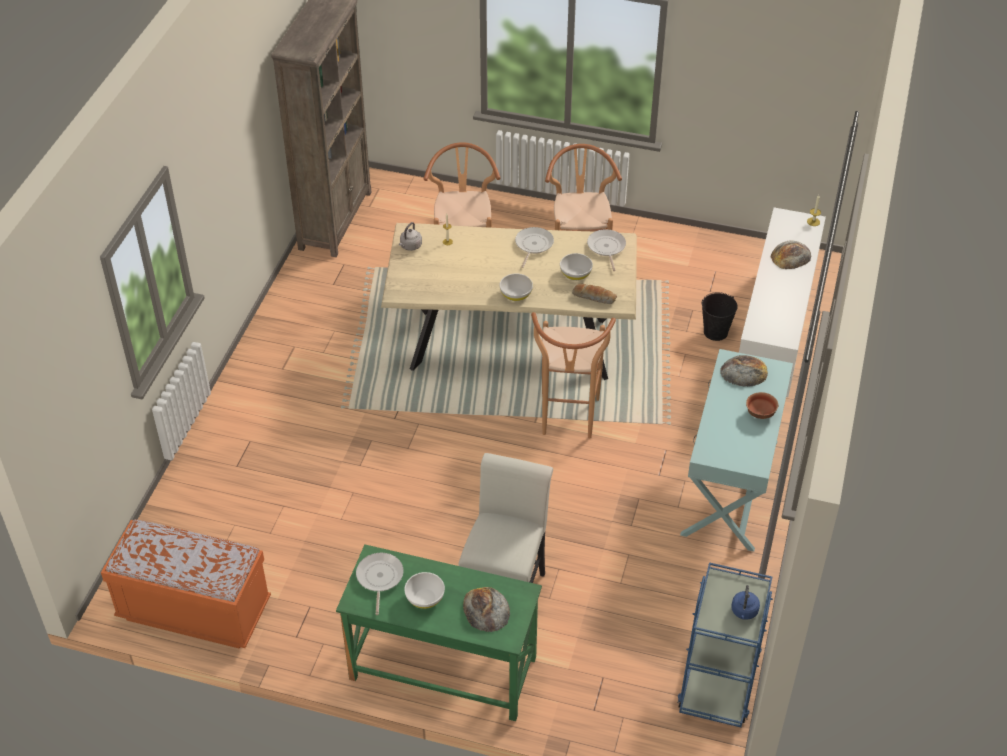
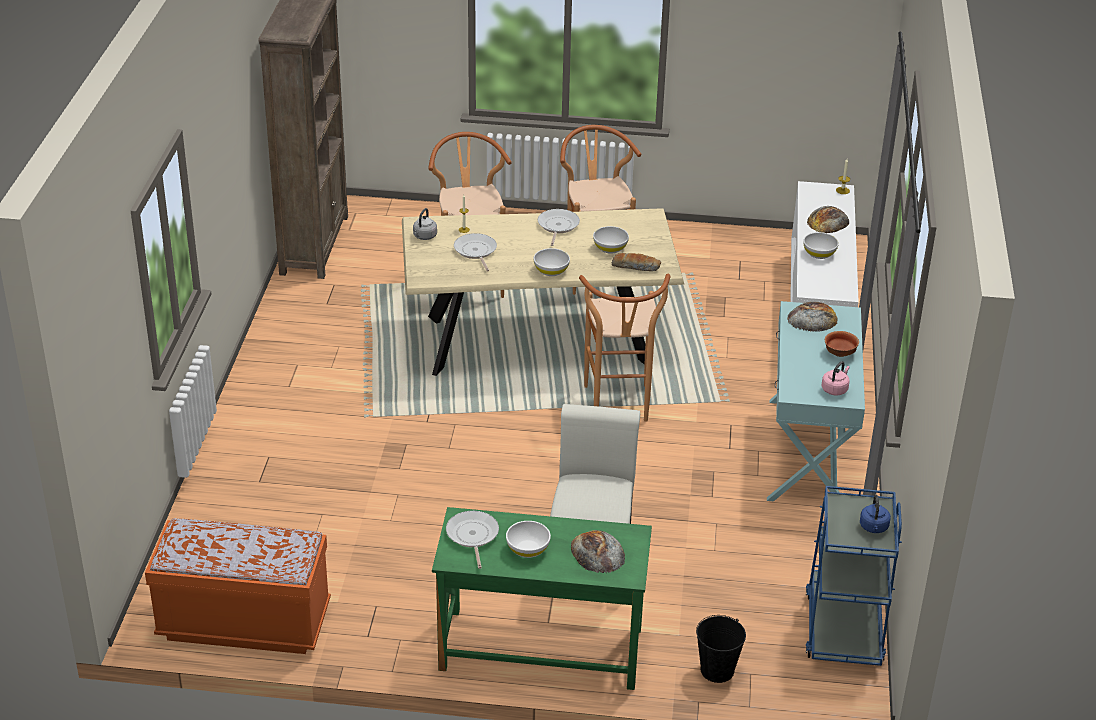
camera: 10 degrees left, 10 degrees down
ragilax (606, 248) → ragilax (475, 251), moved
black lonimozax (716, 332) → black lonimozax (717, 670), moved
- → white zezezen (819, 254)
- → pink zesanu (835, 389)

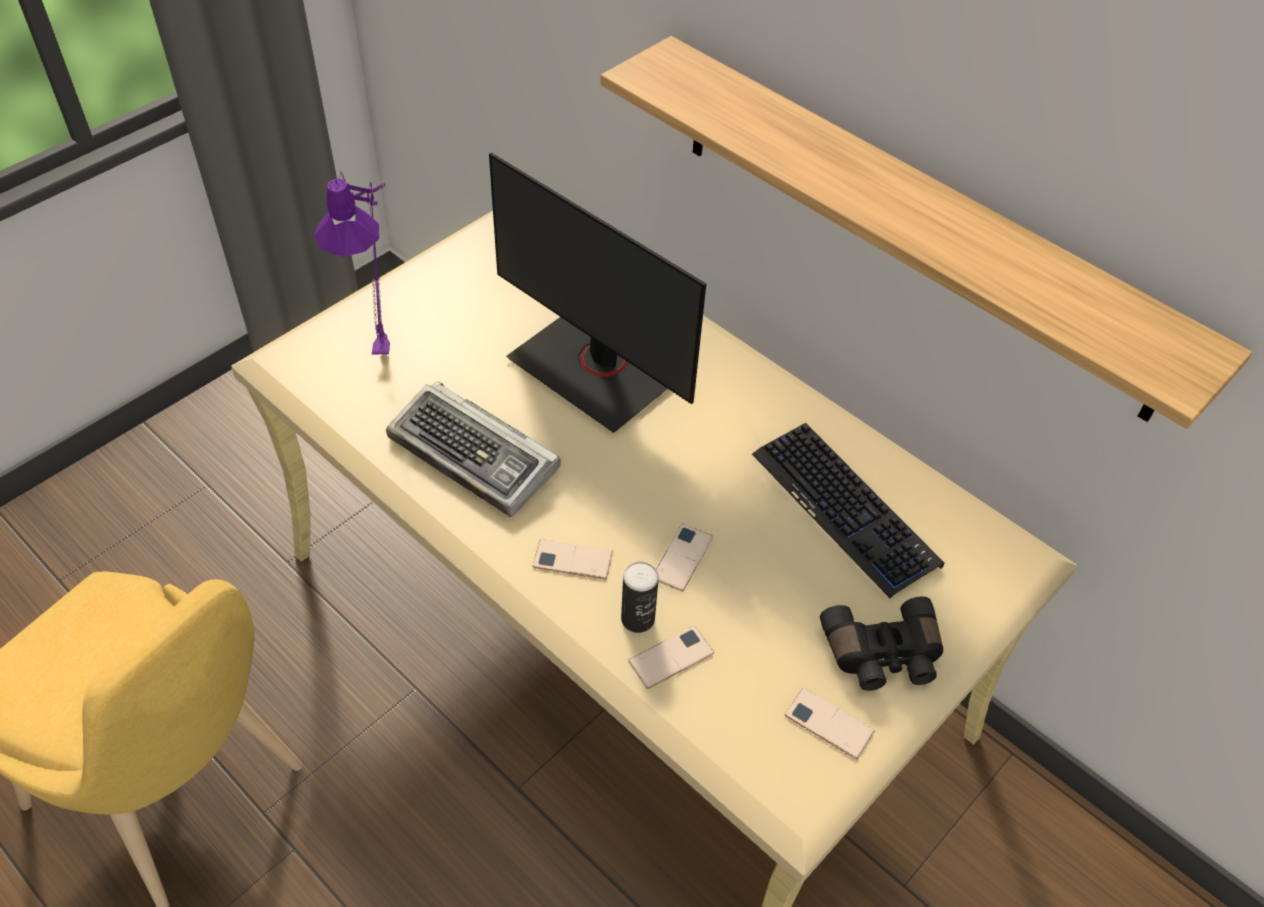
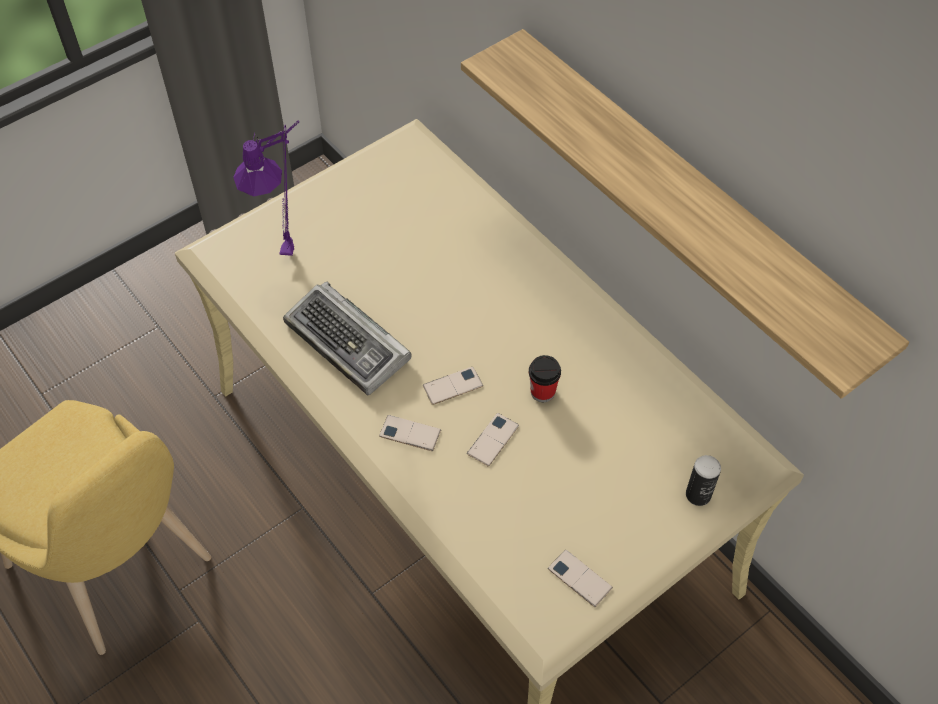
camera: 10 degrees right, 5 degrees up
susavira (595, 369) → -
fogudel (637, 618) → fogudel (698, 494), moved
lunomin (671, 657) → lunomin (452, 386), moved
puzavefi (845, 509) → -
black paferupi (882, 656) → -
- → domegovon (542, 392)

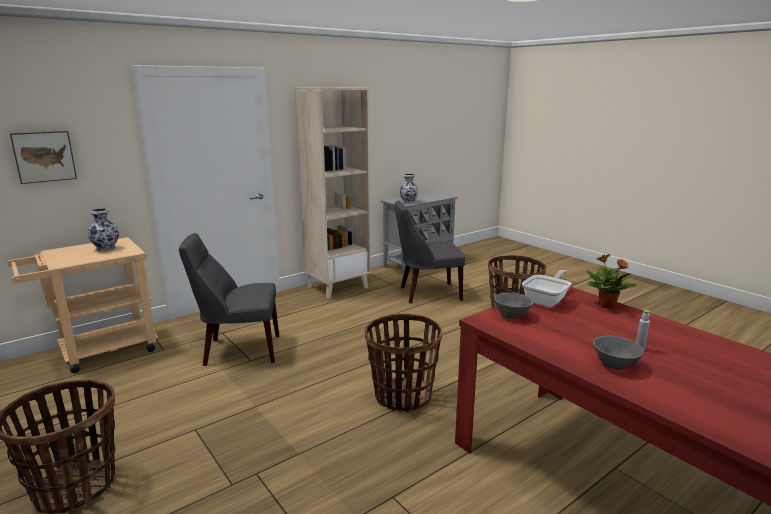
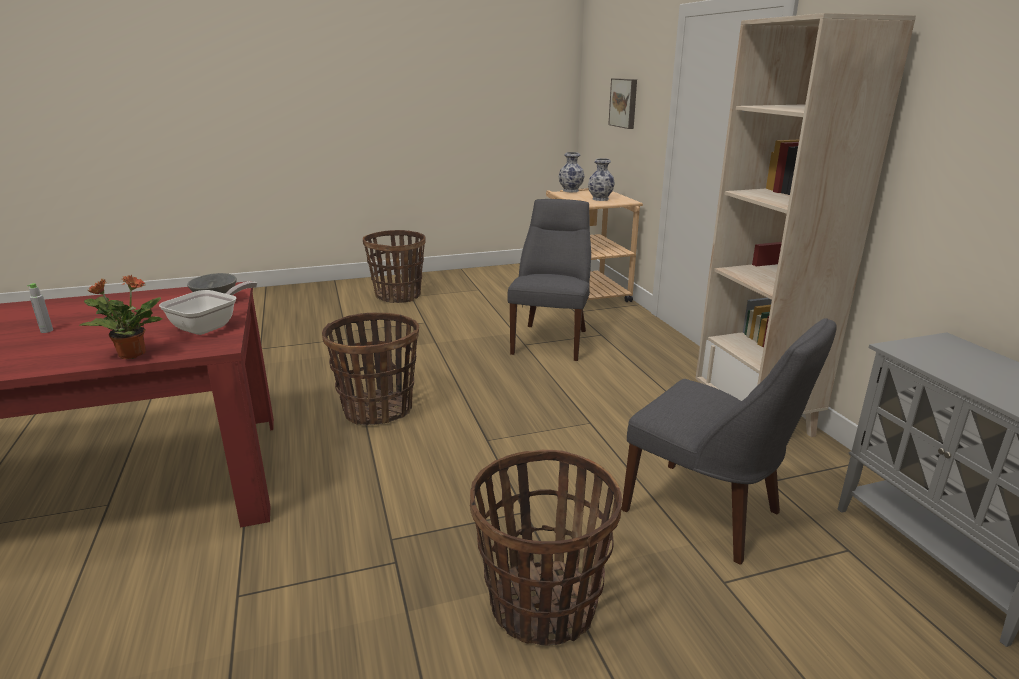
camera: 110 degrees right, 5 degrees up
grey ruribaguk (427, 293) → grey ruribaguk (708, 513), 120 degrees clockwise
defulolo (408, 202) → defulolo (571, 190), moved
ragilax (547, 300) → ragilax (211, 326), 120 degrees counterclockwise
grey zezezen (615, 366) → -

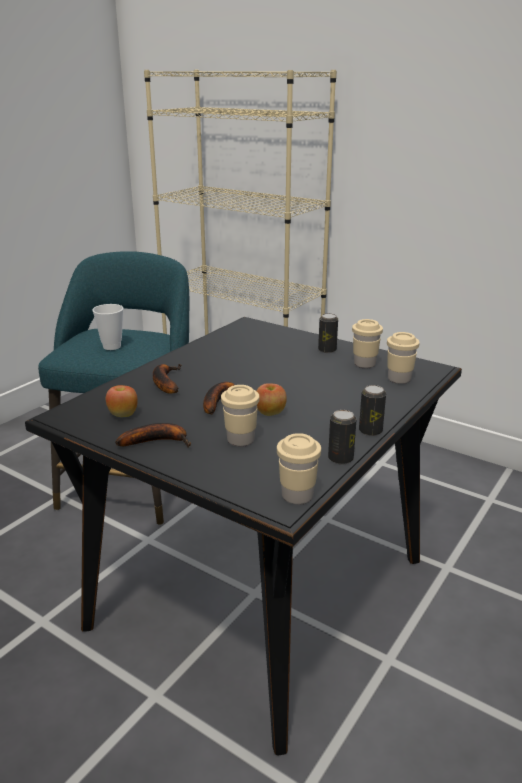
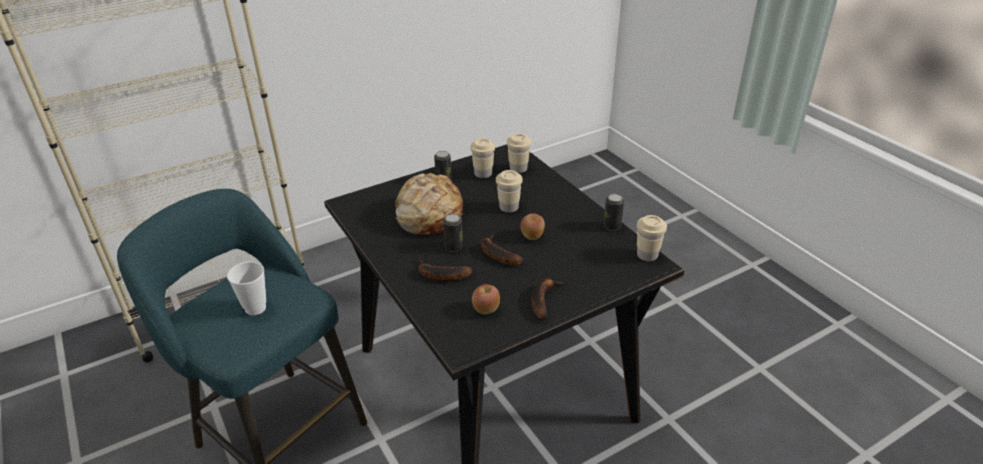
camera: 65 degrees left, 10 degrees up
beige domegovon (240, 440) → beige domegovon (509, 207), moved
fogudel (370, 431) → fogudel (454, 247), moved
- → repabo (429, 215)

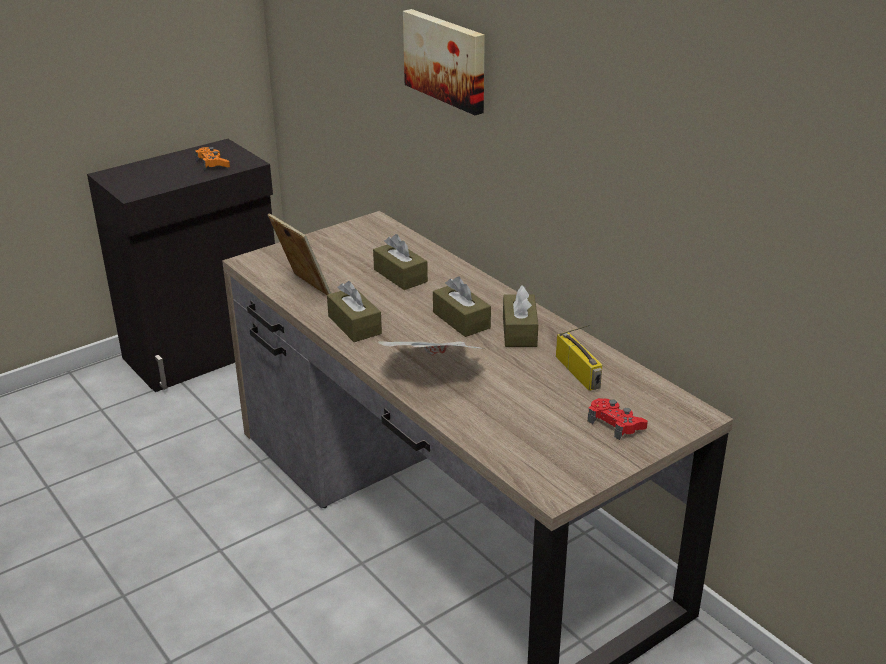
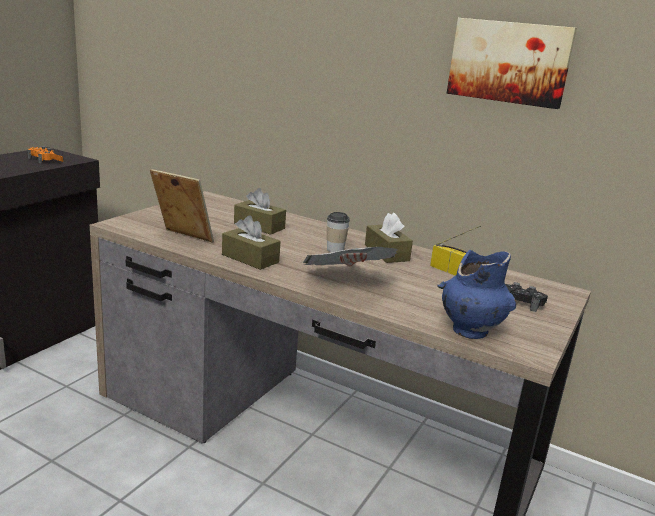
camera: 25 degrees left, 10 degrees down
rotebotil (447, 60) → rotebotil (509, 62), moved
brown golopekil (461, 320) → domegovon (335, 249)
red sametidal (615, 424) → black sametidal (520, 302)
- → blue defulolo (469, 330)

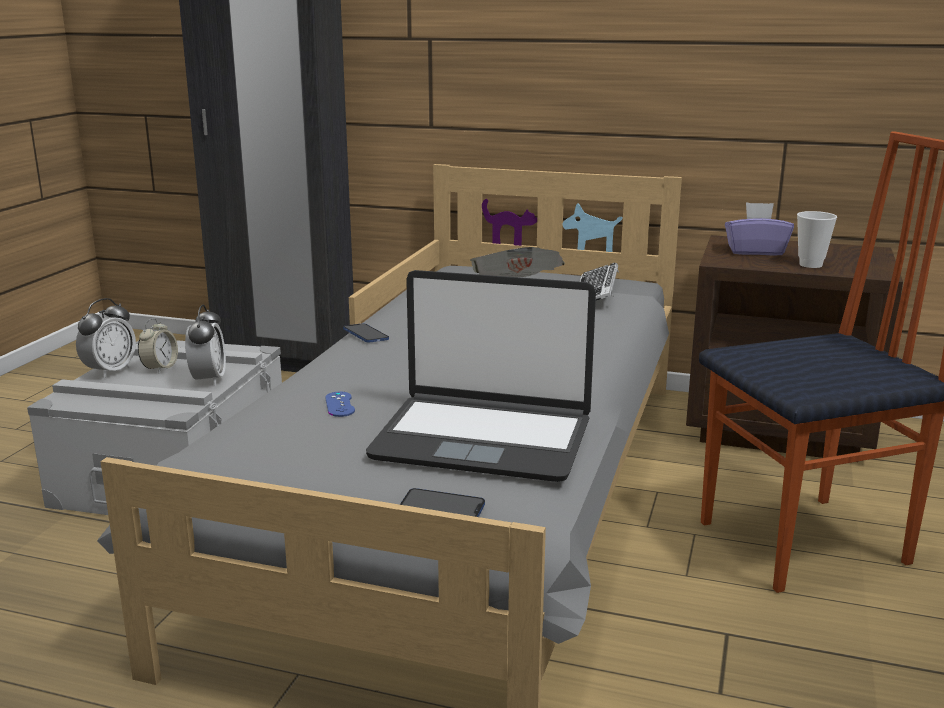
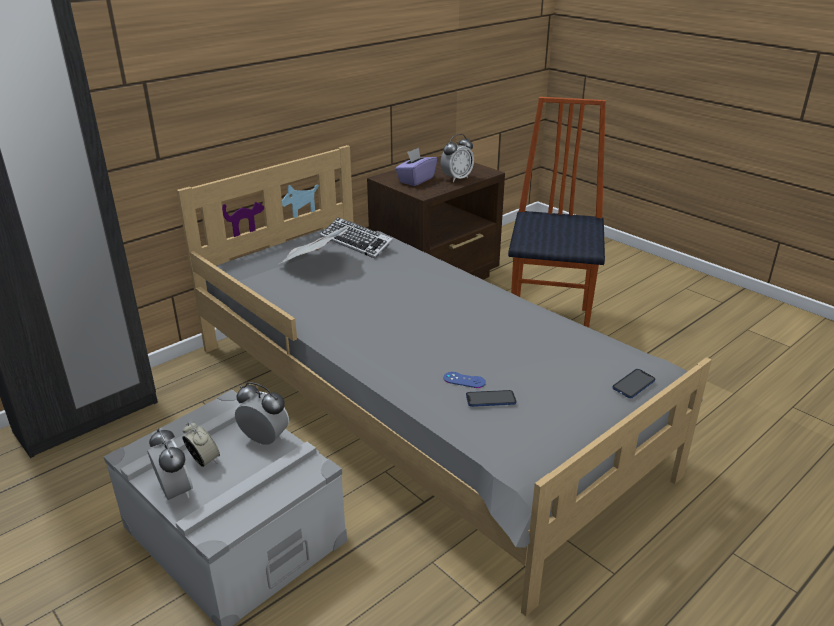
camera: 60 degrees left, 10 degrees up
lunomin (365, 334) → lunomin (490, 399), moved
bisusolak (483, 439) → -
domegovon (810, 265) → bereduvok (456, 178)

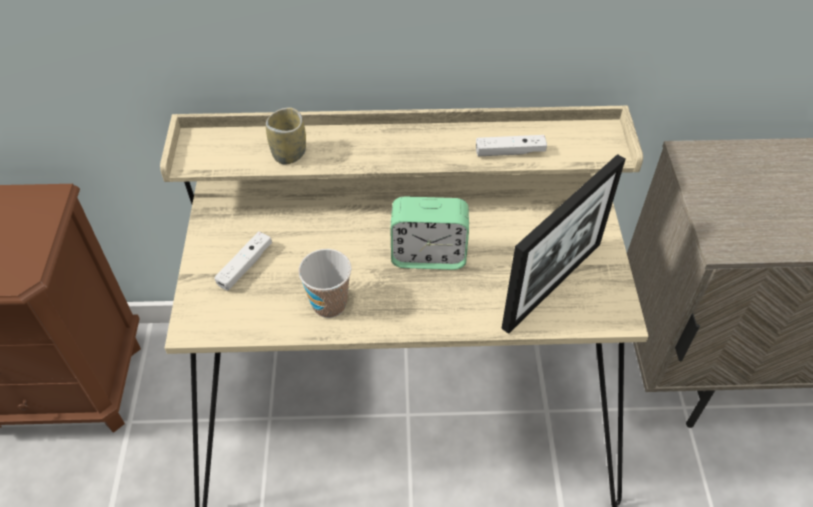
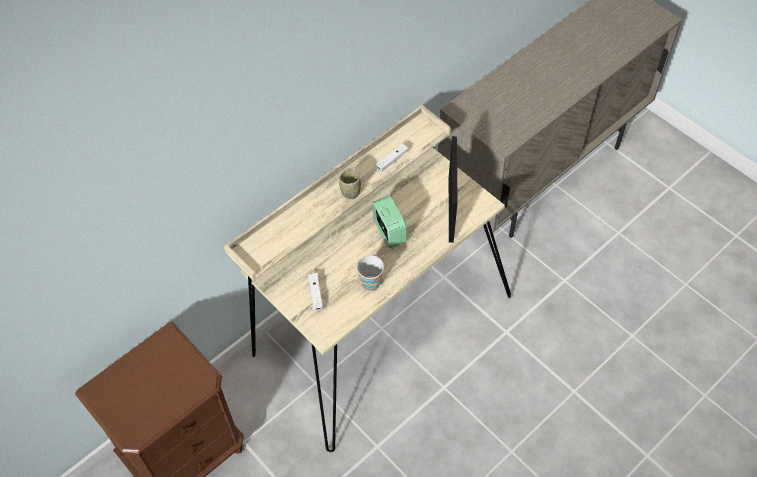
camera: 40 degrees left, 5 degrees up
domegovon (289, 153) → domegovon (350, 192), moved
bereduvok (428, 255) → bereduvok (389, 232), 75 degrees counterclockwise

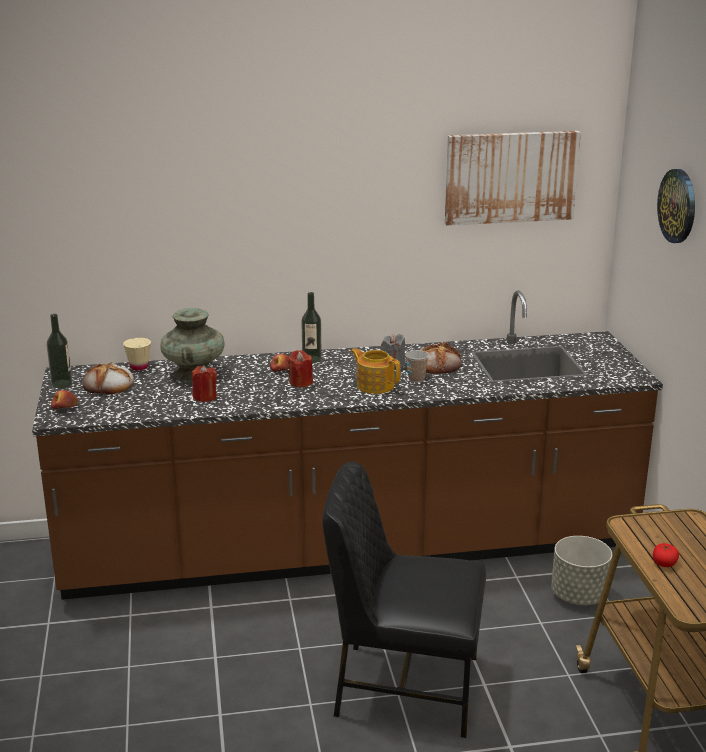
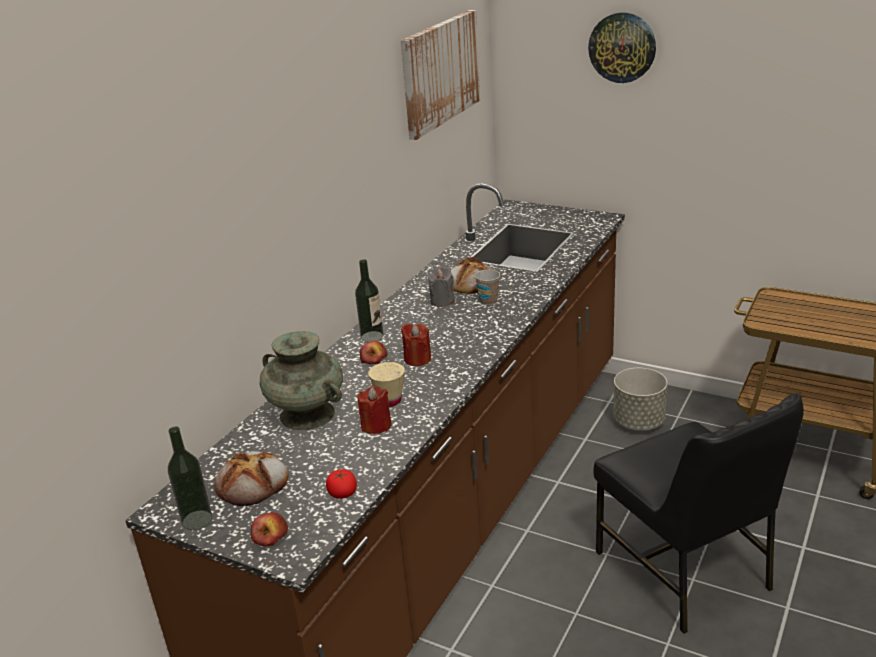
camera: 50 degrees left, 5 degrees up
beige domegovon (139, 367) → beige domegovon (389, 401), moved
black ruribaguk (404, 686) → black ruribaguk (685, 571), 75 degrees counterclockwise
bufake (375, 385) → -
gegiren (664, 563) → gegiren (342, 493), moved

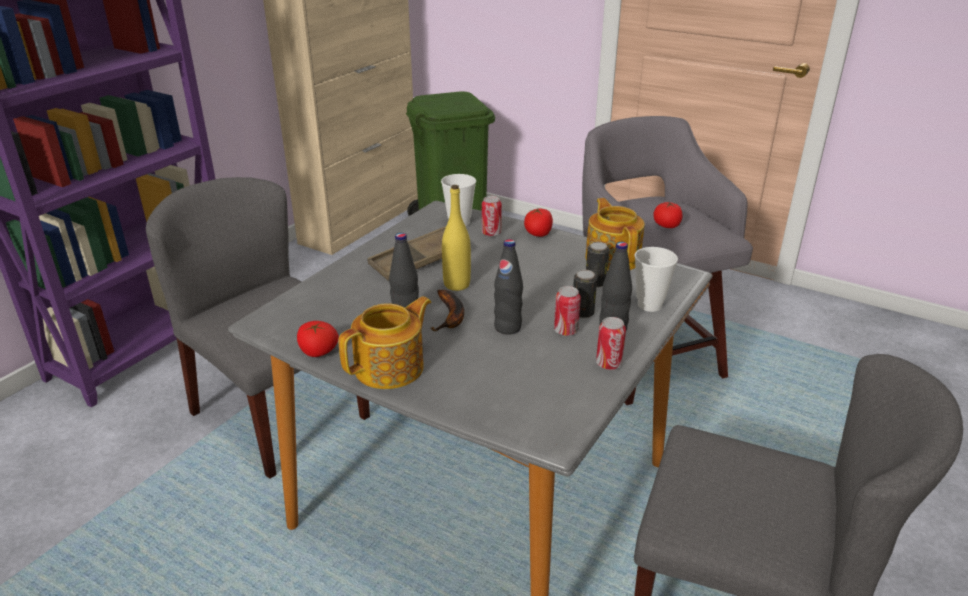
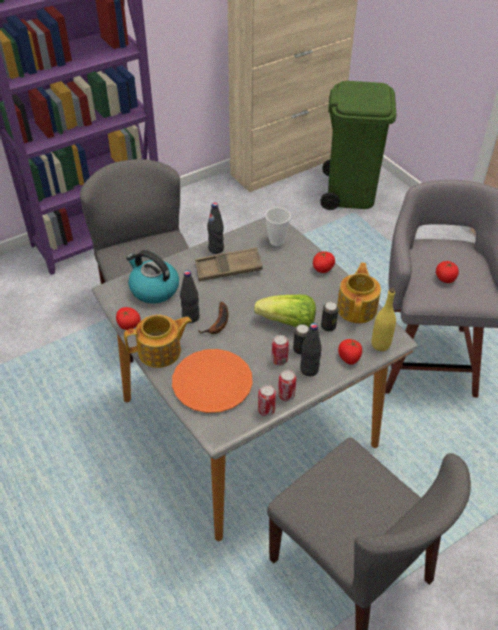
camera: 25 degrees right, 15 degrees up
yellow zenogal (456, 284) → yellow zenogal (380, 344), moved
fogudel (491, 233) → fogudel (266, 410), moved
black zenogal (507, 327) → black zenogal (216, 249), moved
domegovon (649, 305) → gegiren (349, 358)
- → zesanu (153, 289)
- → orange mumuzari (212, 382)
- → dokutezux (288, 323)

